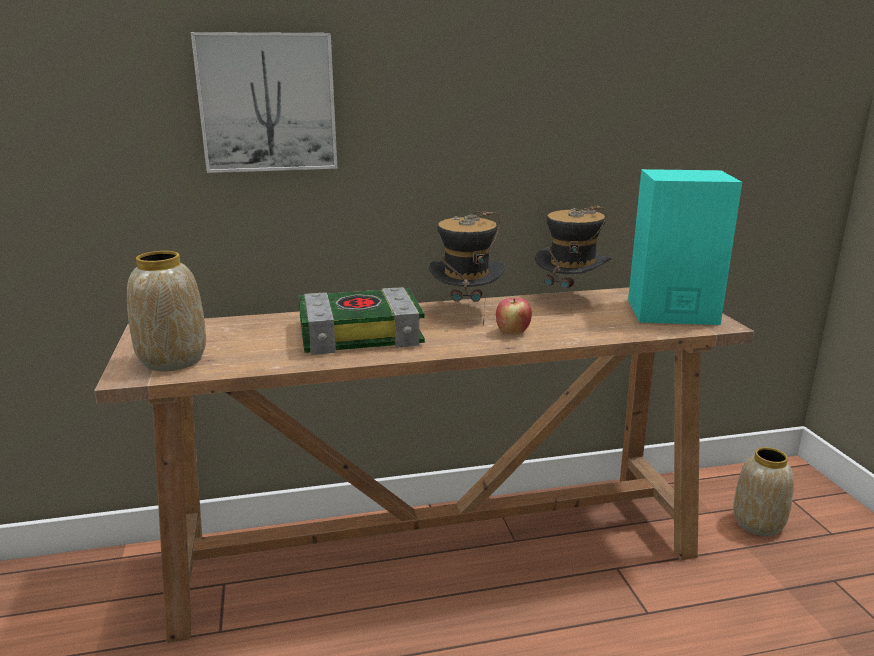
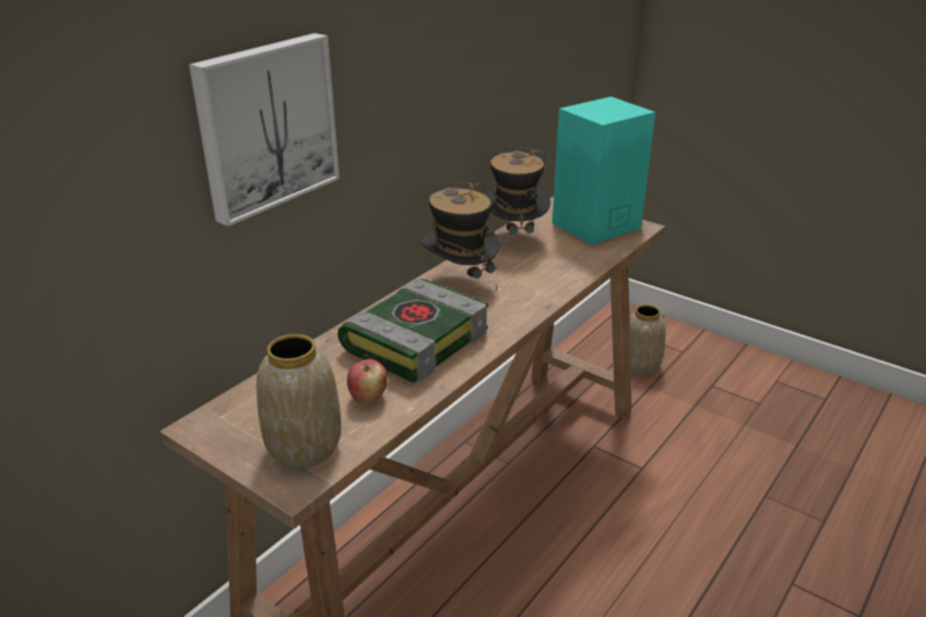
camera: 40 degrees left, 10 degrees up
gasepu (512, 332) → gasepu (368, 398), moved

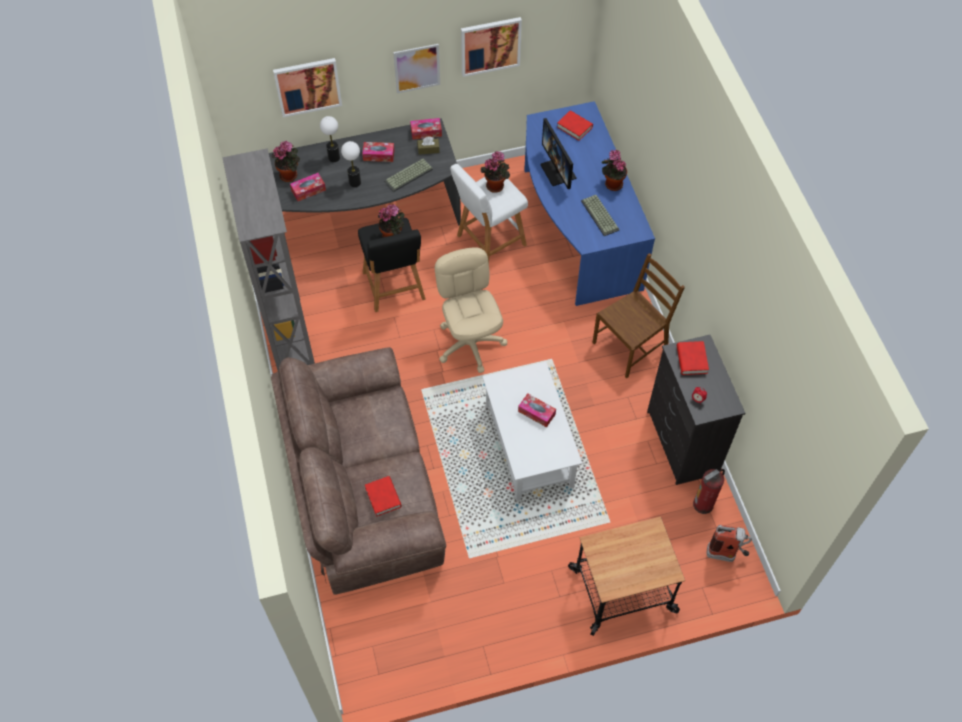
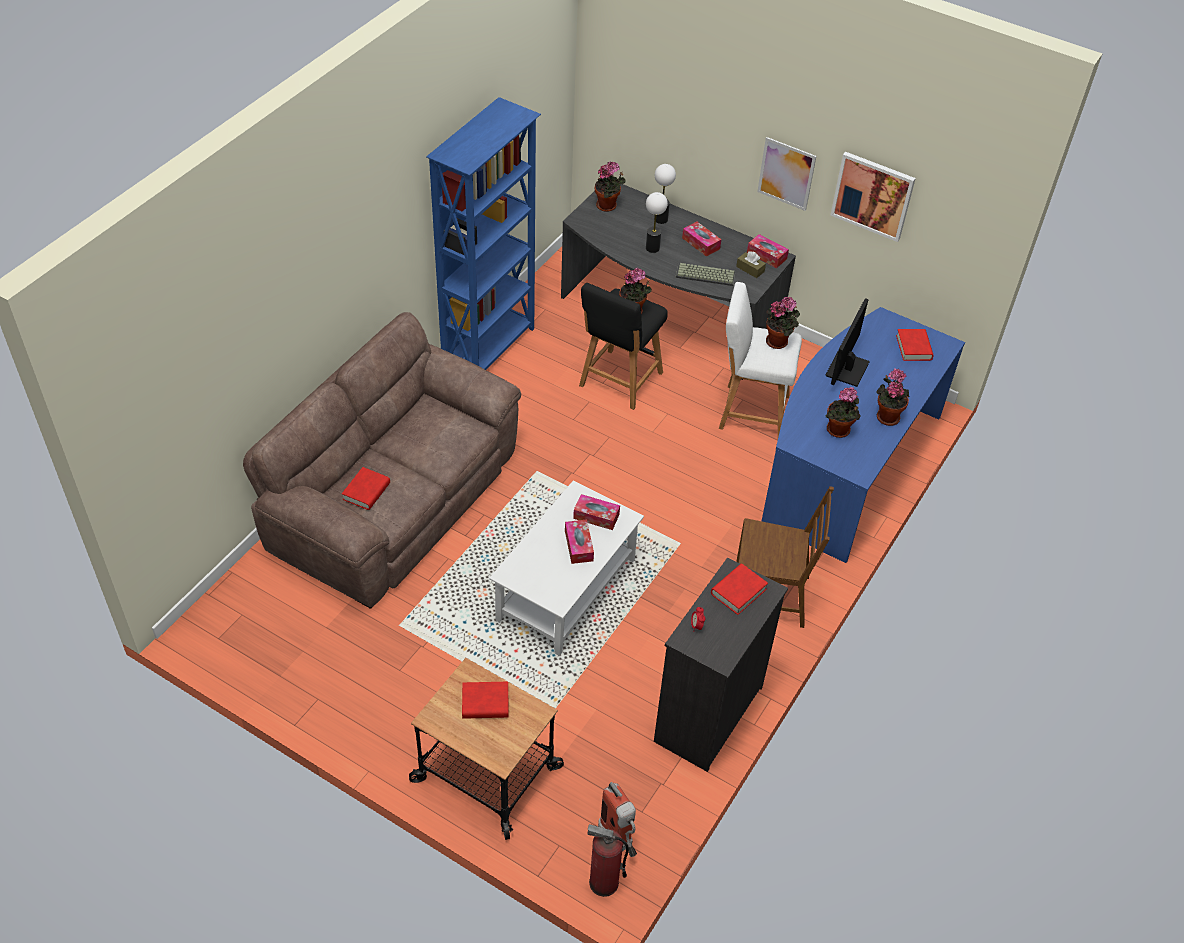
camera: 45 degrees right, 10 degrees down
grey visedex (290, 335) → blue visedex (490, 349)
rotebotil (308, 86) → -
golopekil (308, 190) → golopekil (596, 516), moved
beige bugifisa (470, 343) → -
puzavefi (601, 215) → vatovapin (839, 431)
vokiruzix (703, 504) → vokiruzix (603, 882), moved
- → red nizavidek (485, 703)

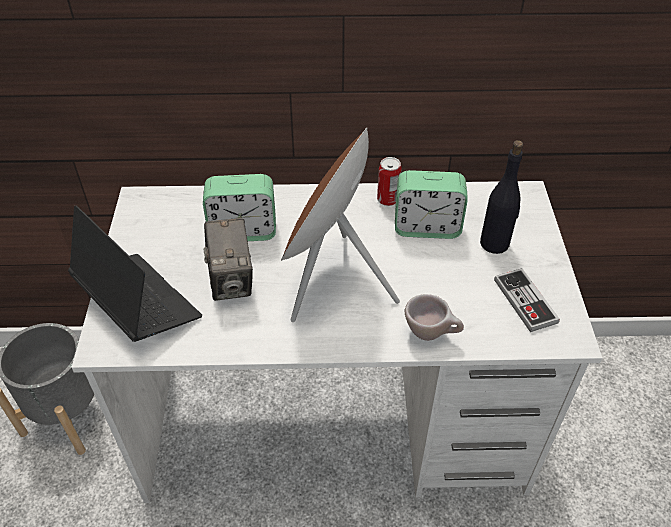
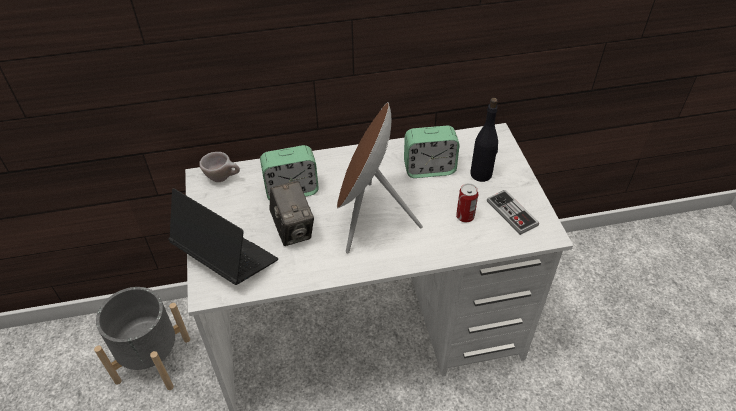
camera: 10 degrees left, 0 degrees up
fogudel (387, 199) → fogudel (465, 216), moved
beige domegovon (431, 333) → beige domegovon (223, 178), moved

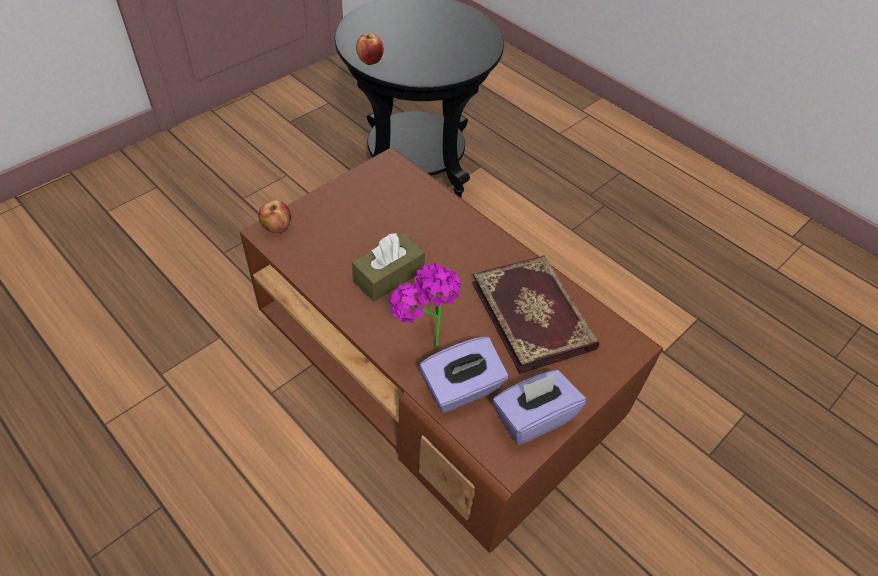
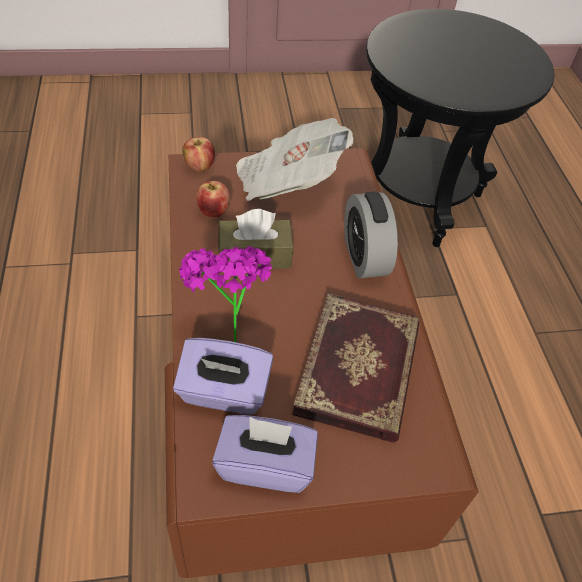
camera: 35 degrees right, 0 degrees up
gasepu (370, 61) → gasepu (213, 212), moved
- → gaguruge (287, 182)
- → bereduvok (364, 257)

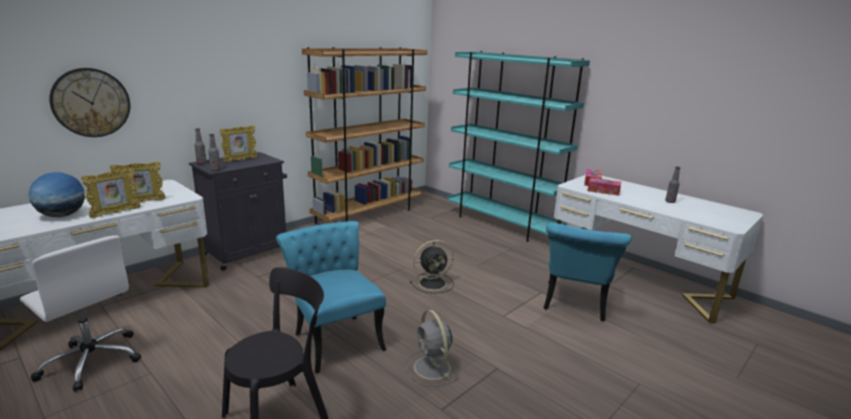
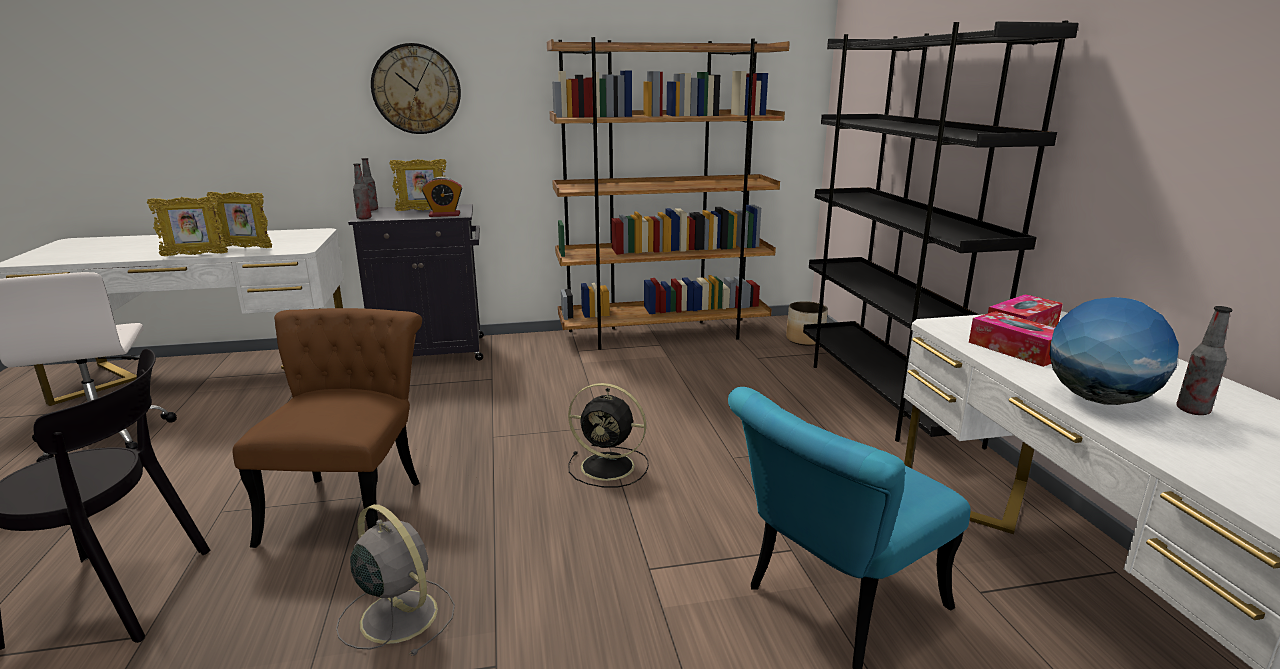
camera: 35 degrees right, 0 degrees up
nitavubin (62, 216) → nitavubin (1098, 399), moved
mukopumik (91, 102) → mukopumik (416, 89), moved
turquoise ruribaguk (334, 337) → brown ruribaguk (351, 502)
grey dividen (433, 369) → grey dividen (397, 614), 120 degrees clockwise
turquoise visedex (502, 224) → black visedex (883, 397)
- → bereduvok (444, 215)
- → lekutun (805, 339)

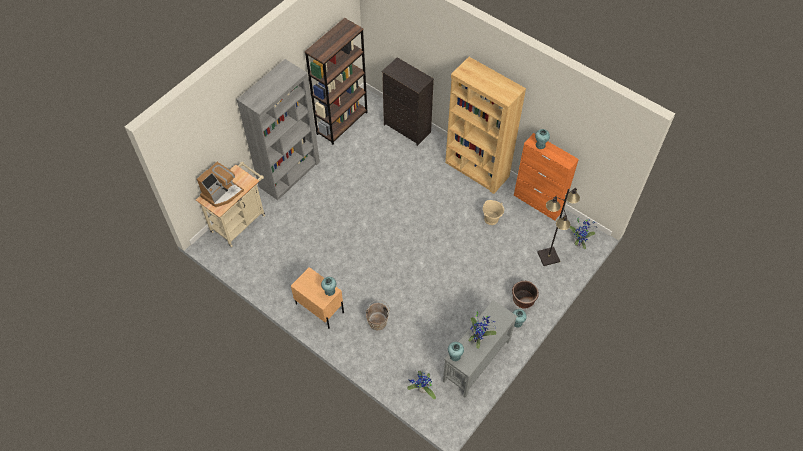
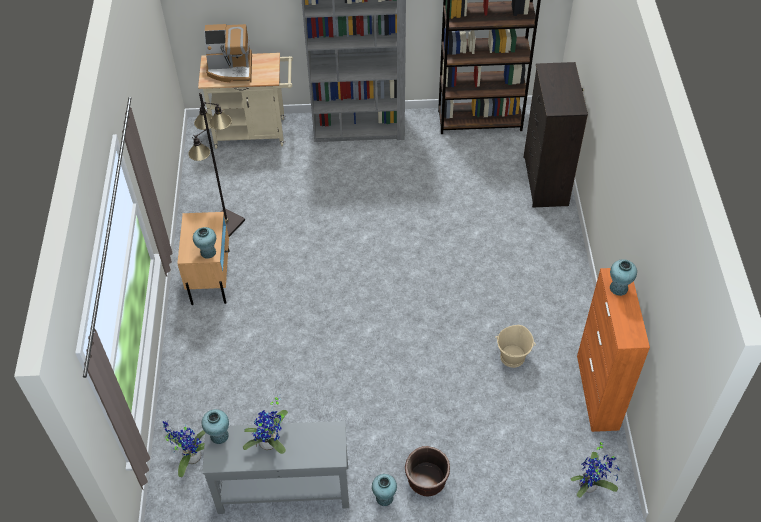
camera: 50 degrees right, 5 degrees down
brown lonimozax (378, 321) → -
brown visedex (477, 170) → -
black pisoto (548, 257) → black pisoto (227, 223), moved

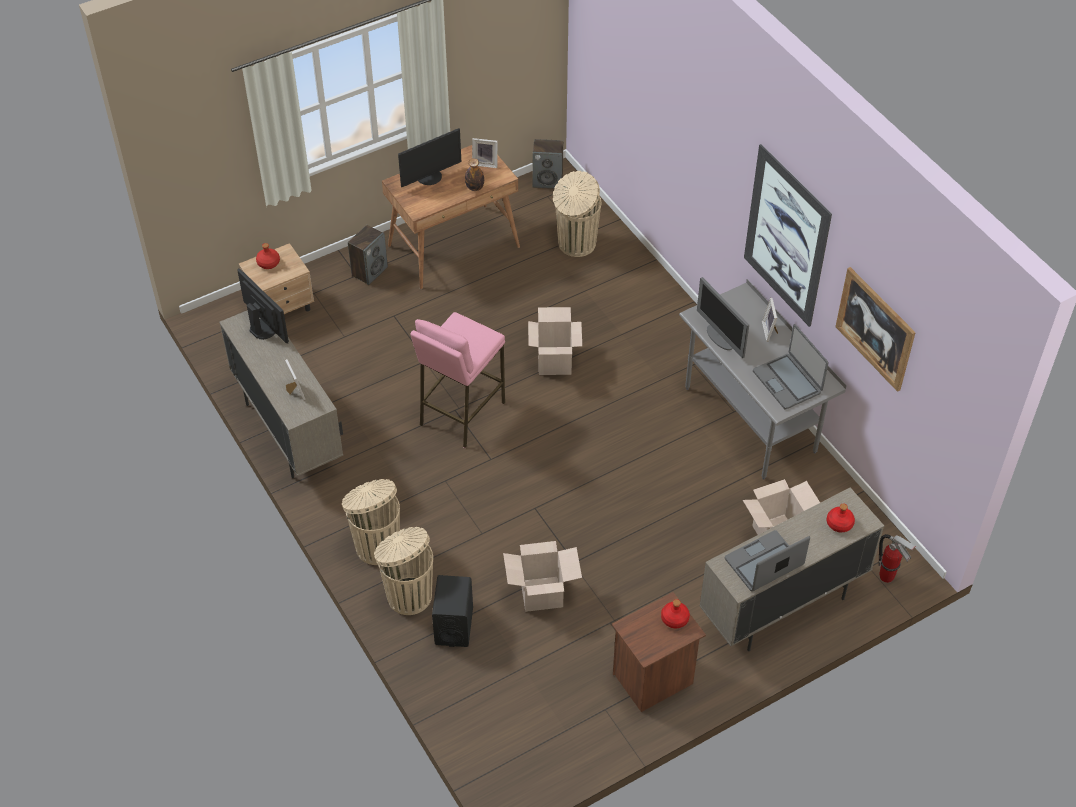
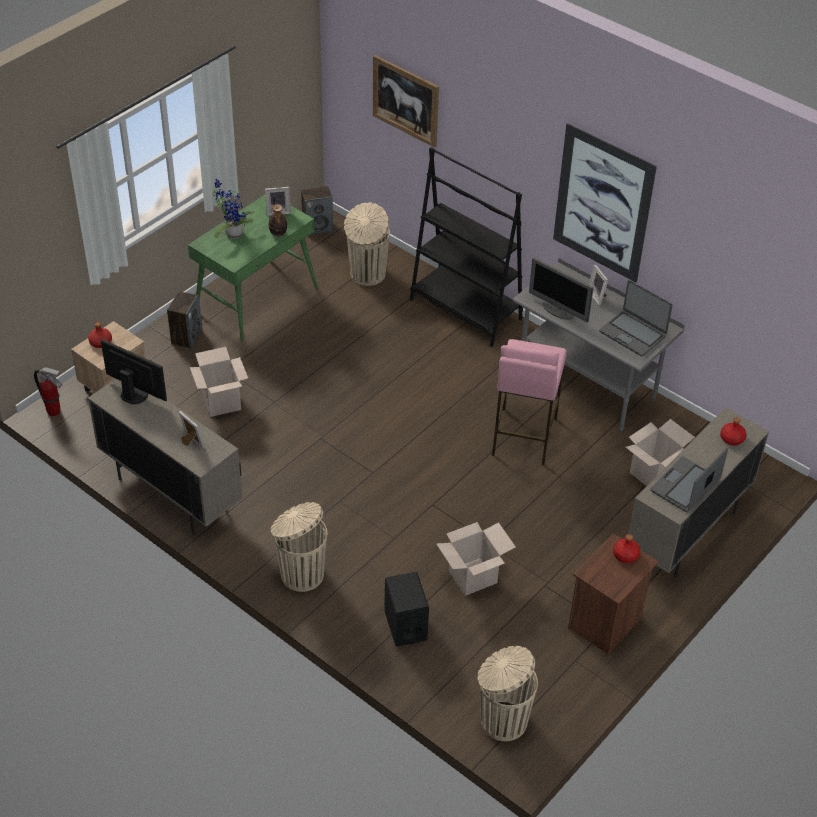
camera: 20 degrees left, 5 degrees down
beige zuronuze (408, 595) → beige zuronuze (502, 720), moved
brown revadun (454, 246) → green revadun (256, 299)
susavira (430, 177) → vatovapin (232, 233)
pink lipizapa (461, 413) → pink lipizapa (523, 437), moved
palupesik (554, 361) → palupesik (221, 402), moved
rotebotil (875, 328) → rotebotil (405, 100), moved
vokiruzix (887, 577) → vokiruzix (54, 412), moved
- → black visedex (465, 309)

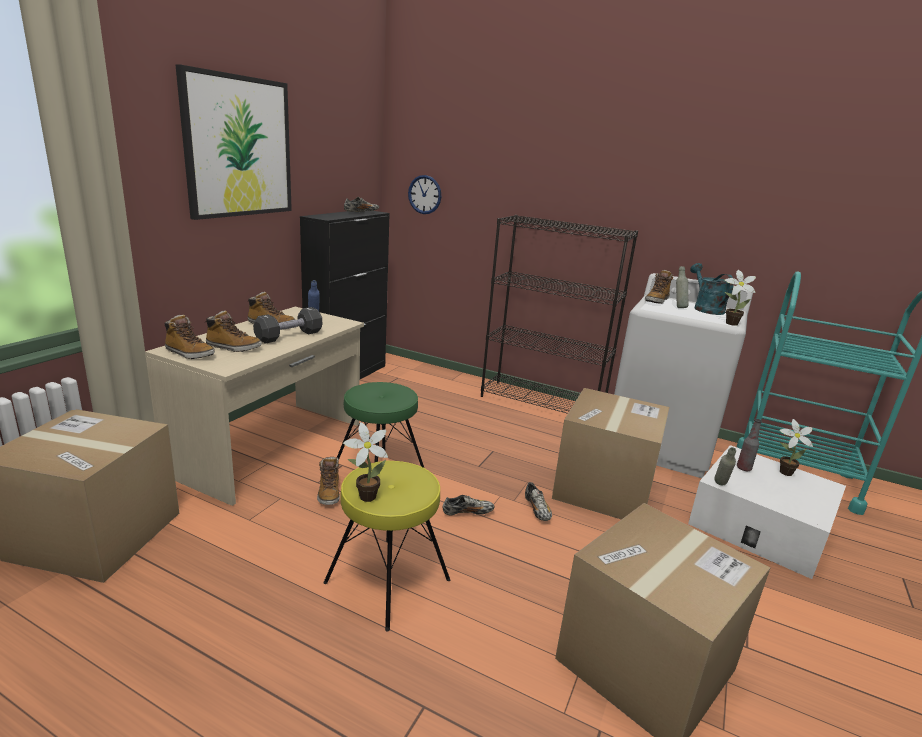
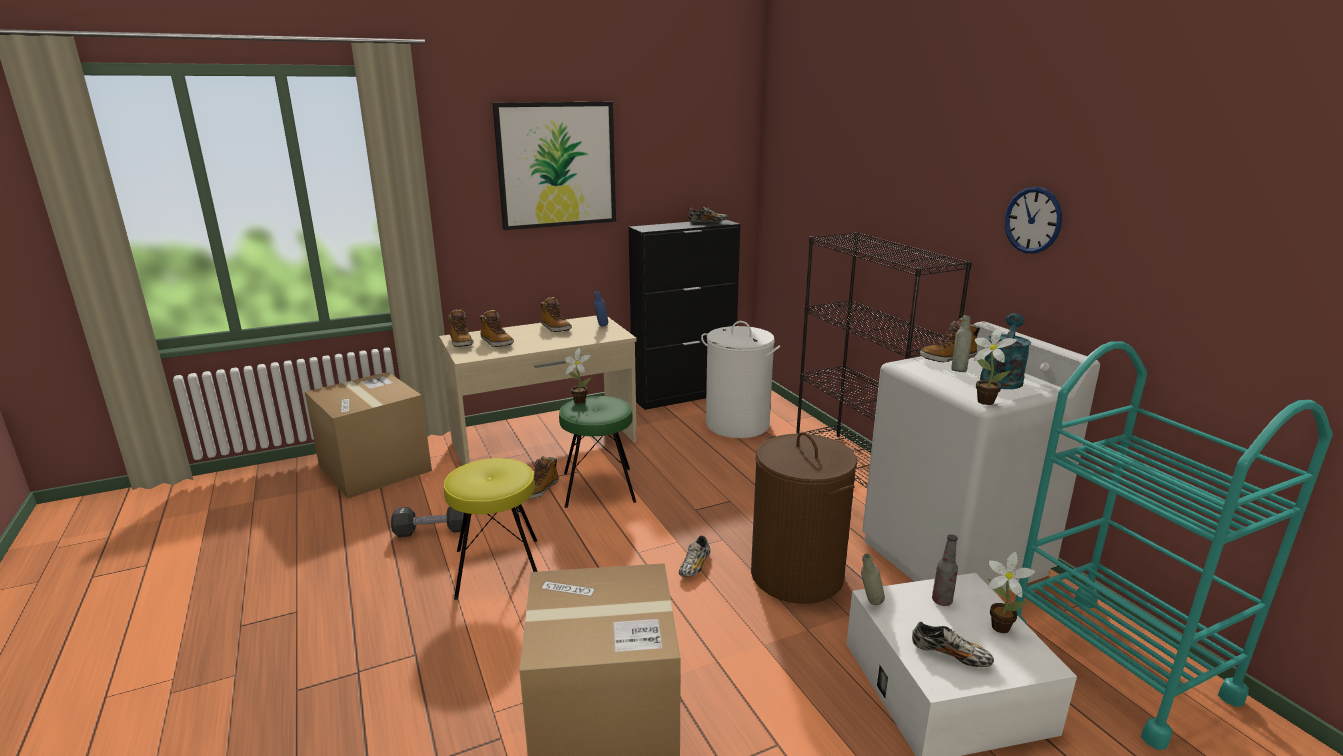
camera: 40 degrees right, 0 degrees up
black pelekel (289, 336) → black pelekel (432, 531), moved
vatovapin (364, 496) → vatovapin (578, 400), moved
mukopumik (424, 194) → mukopumik (1033, 220), moved
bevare (467, 512) → bevare (950, 655), moved
palupesik (603, 489) → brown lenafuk (797, 575)
- → white lenafuk (737, 424)

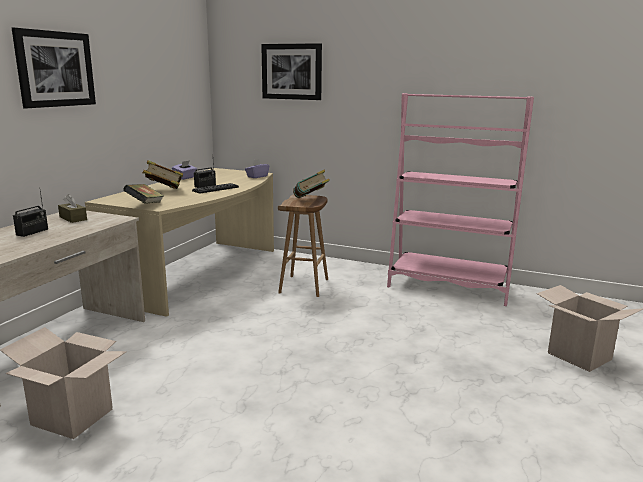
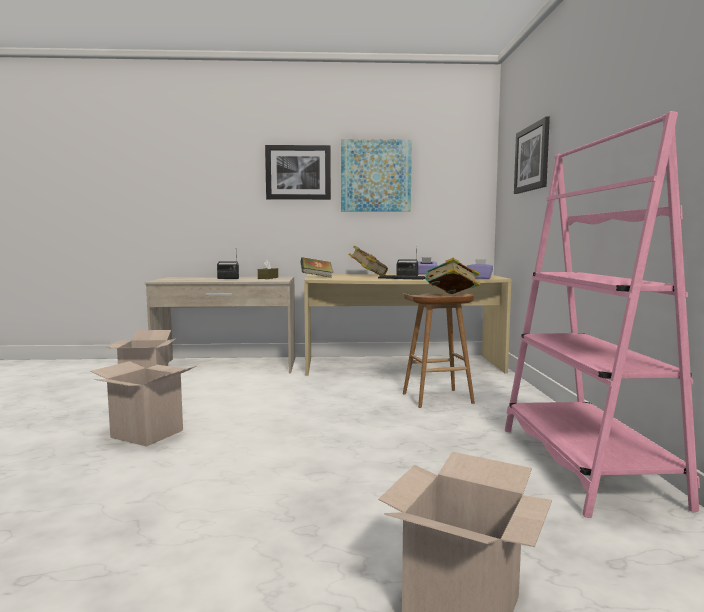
camera: 65 degrees right, 10 degrees down
- → palupesik (147, 434)
- → rotebotil (375, 176)

